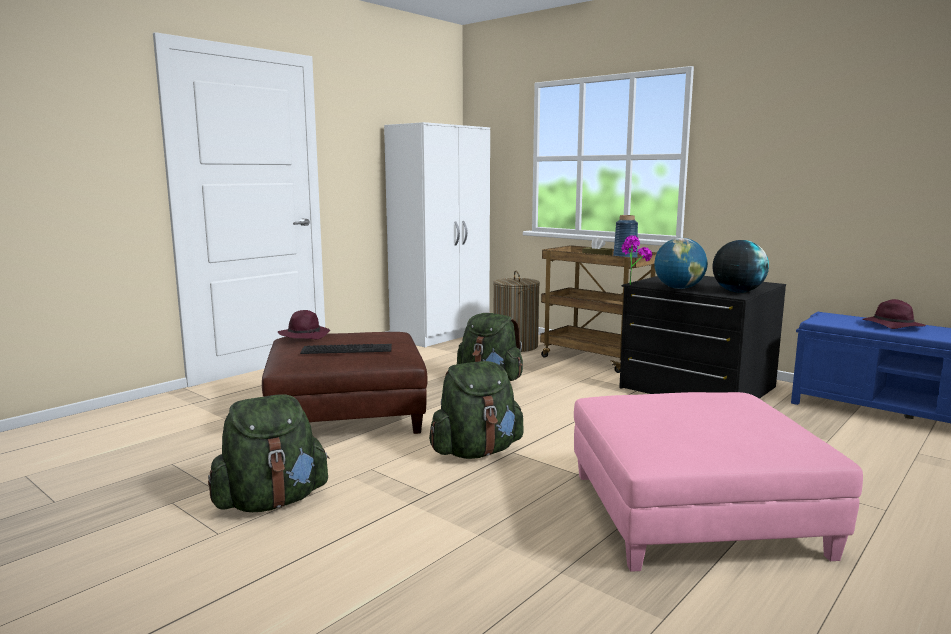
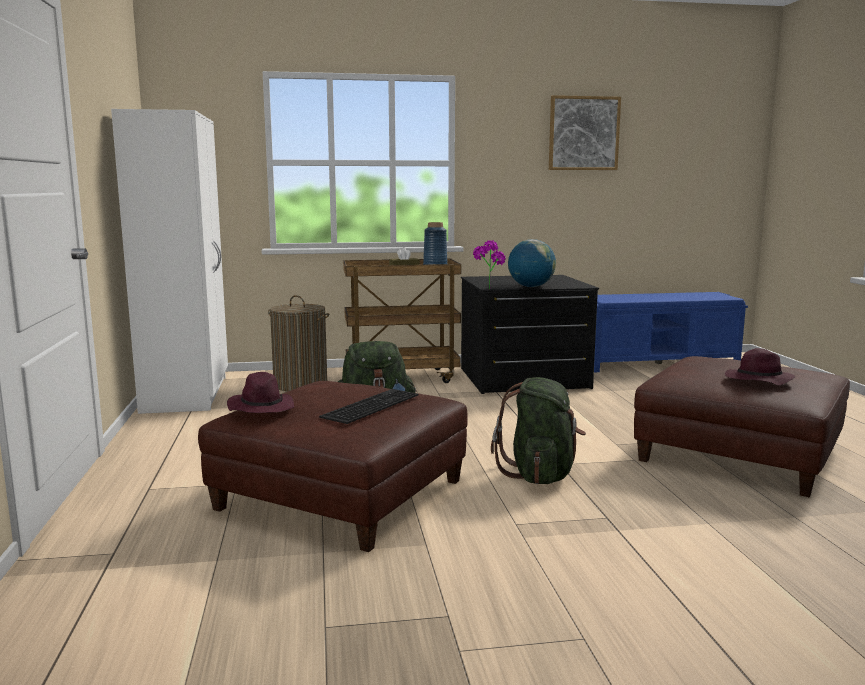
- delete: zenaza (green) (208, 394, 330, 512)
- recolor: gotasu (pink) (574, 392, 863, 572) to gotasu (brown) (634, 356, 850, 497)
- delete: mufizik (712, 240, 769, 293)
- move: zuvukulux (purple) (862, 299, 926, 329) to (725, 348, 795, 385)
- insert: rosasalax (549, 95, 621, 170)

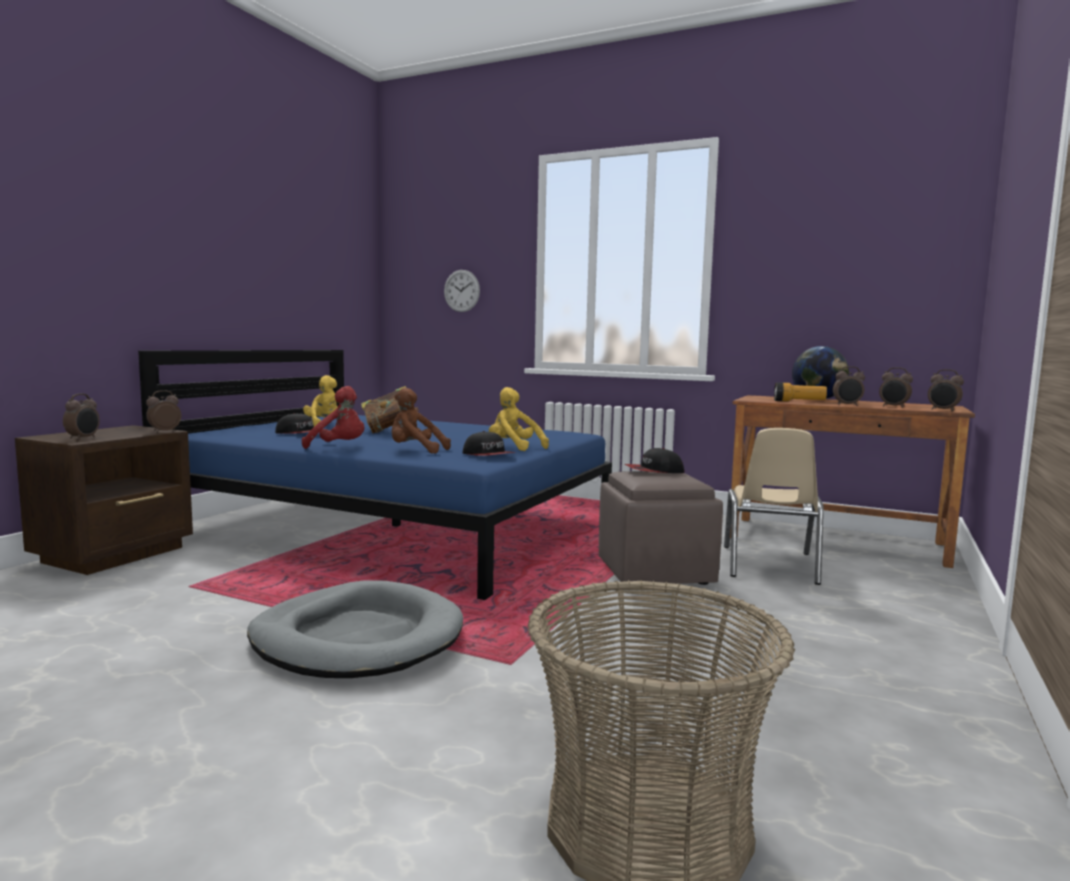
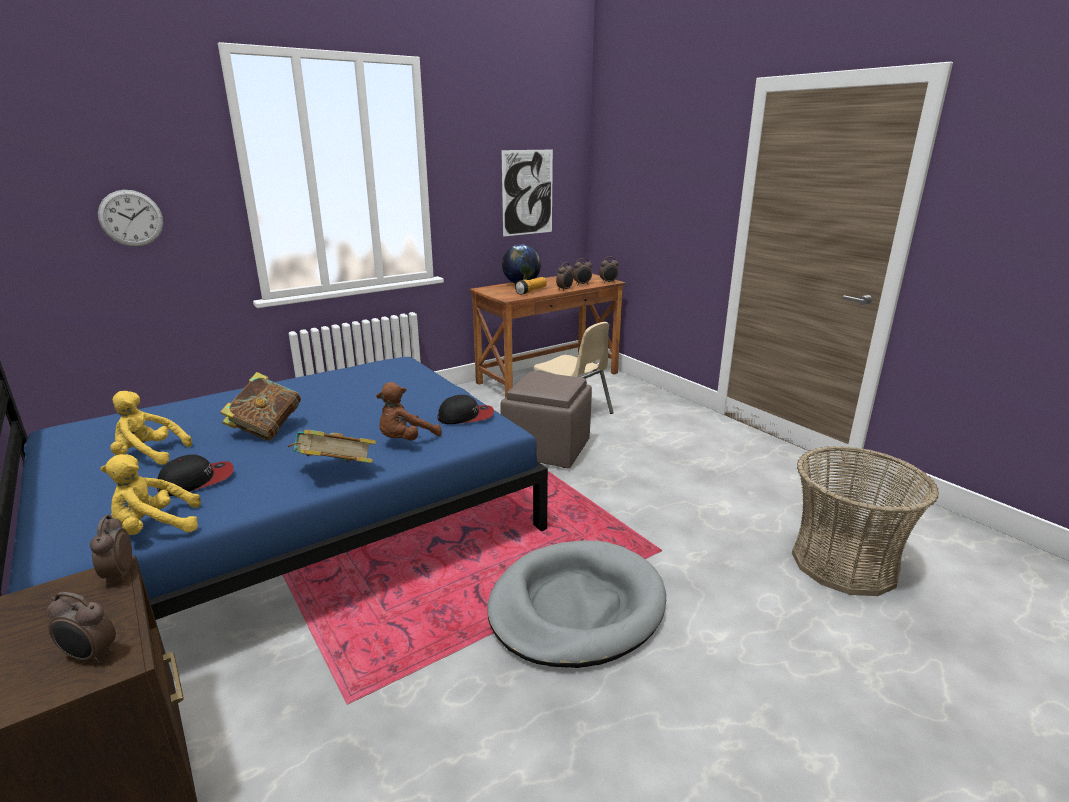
- rotate: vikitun (63, 394, 100, 440) = (47, 592, 116, 664) 150 degrees clockwise
- replace: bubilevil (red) (302, 386, 364, 449) to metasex (288, 430, 376, 463)
- move: bubilevil (yellow) (489, 387, 549, 451) to (100, 454, 201, 535)
- delete: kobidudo (625, 448, 685, 473)
- insert: rosasalax (502, 150, 553, 237)

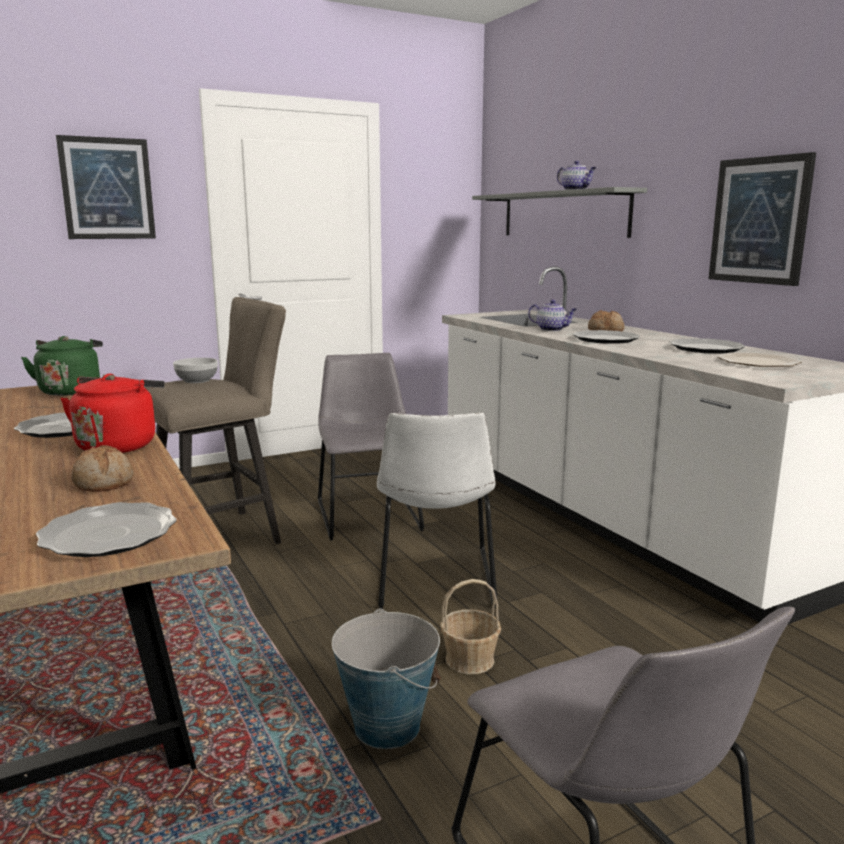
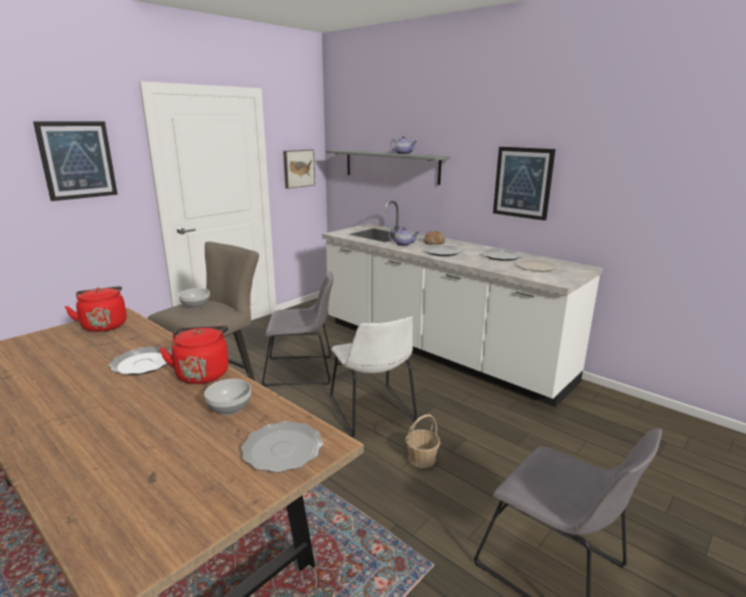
- recolor: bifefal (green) (21, 336, 103, 396) to bifefal (red) (65, 286, 127, 332)
- replace: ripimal (71, 445, 134, 492) to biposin (204, 379, 251, 415)
- rotate: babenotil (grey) (318, 353, 424, 541) = (262, 271, 333, 386) 120 degrees clockwise
- delete: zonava (332, 608, 441, 749)
- insert: rosasalax (283, 150, 315, 189)

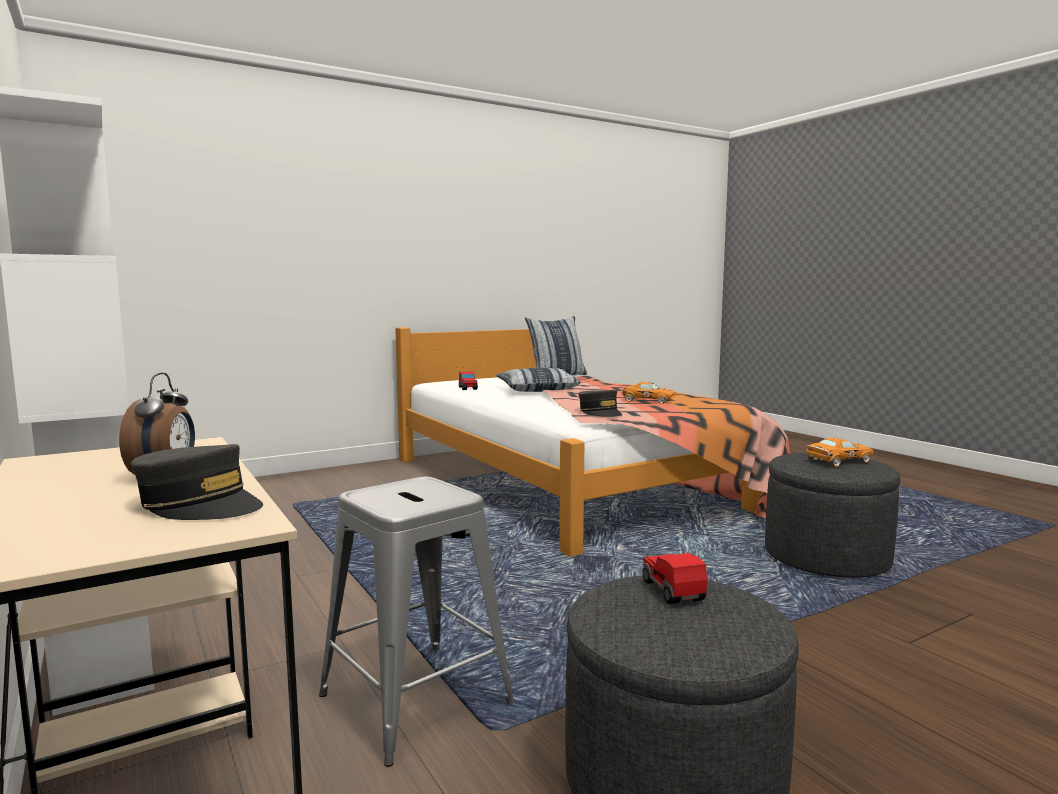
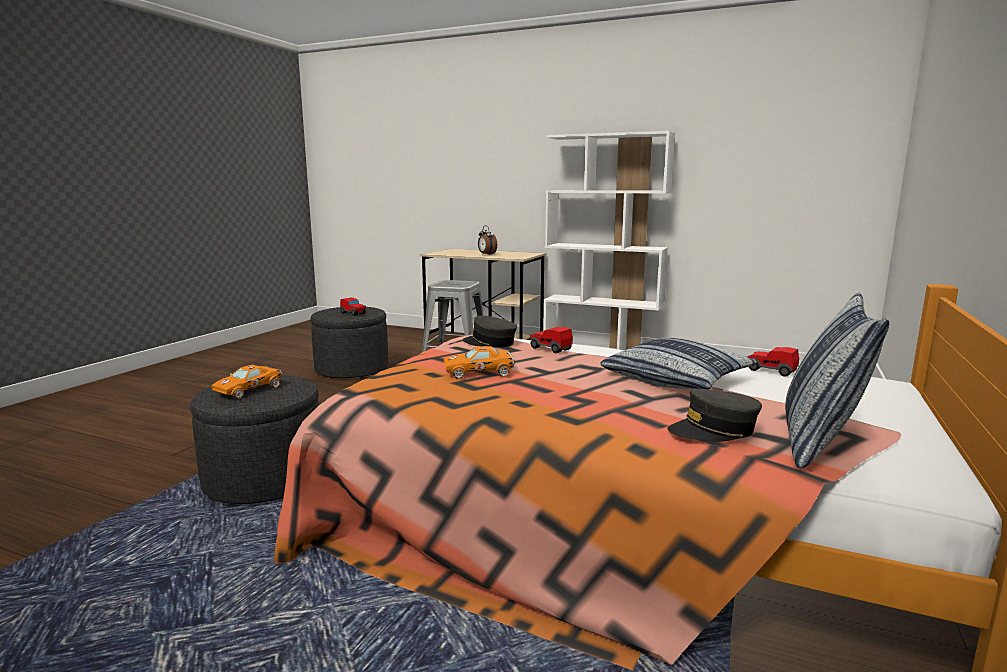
- move: kobidudo (grey) (131, 444, 263, 520) to (667, 389, 762, 442)
- insert: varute (530, 327, 573, 353)

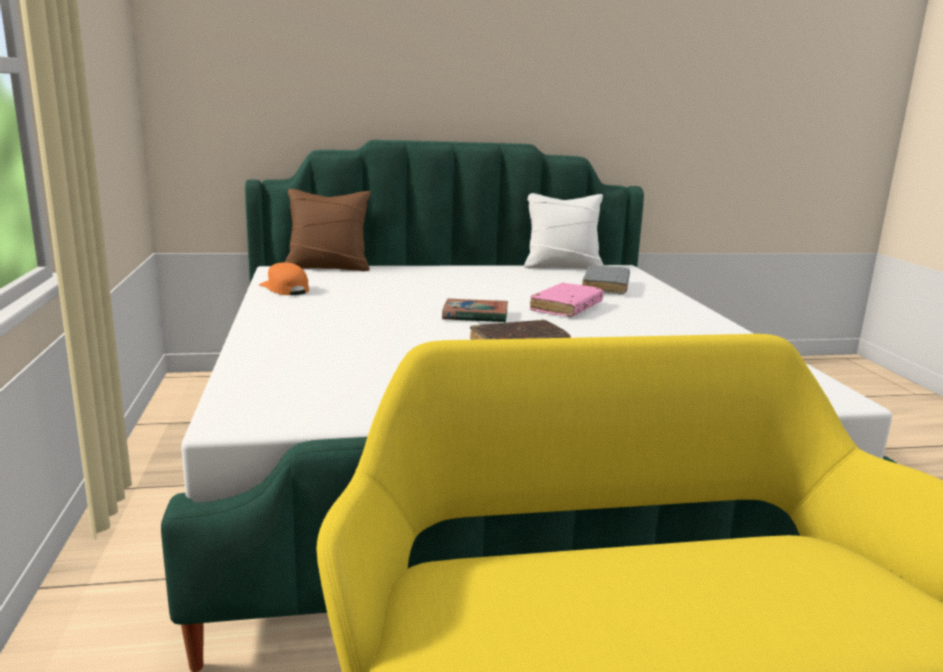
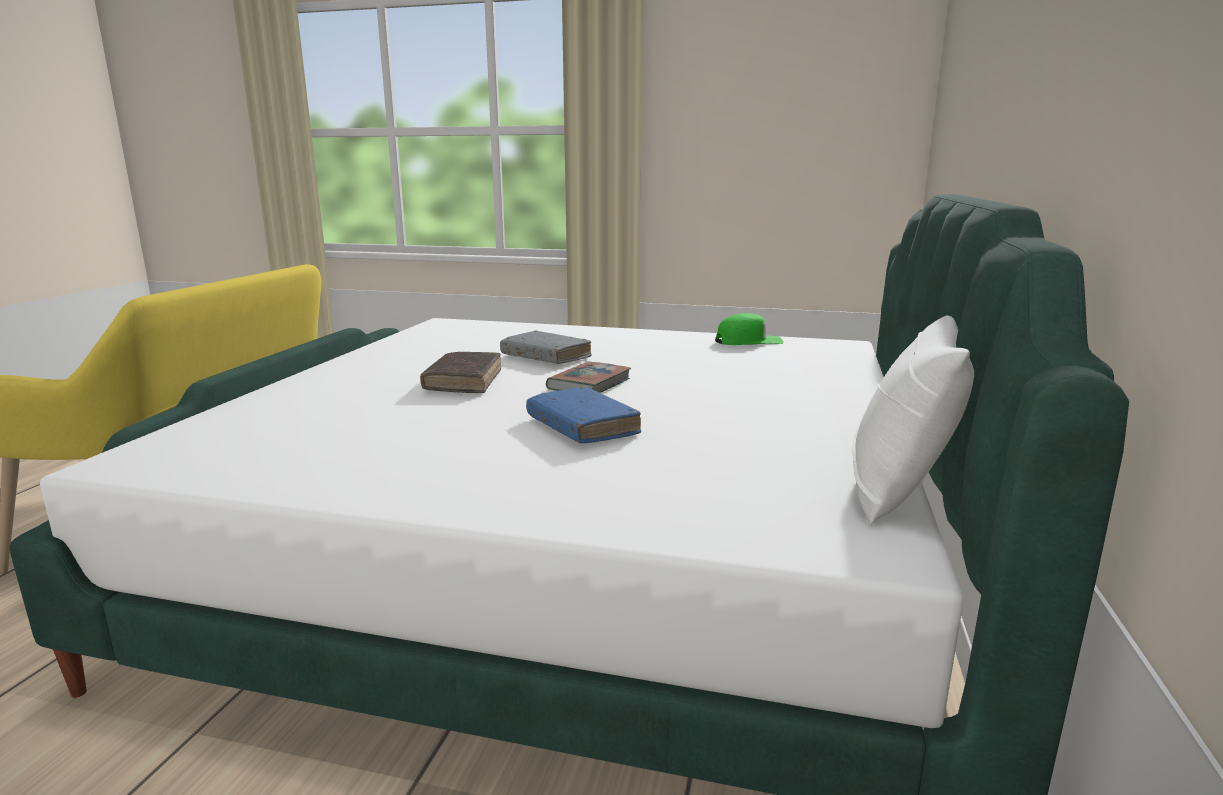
- recolor: kobidudo (orange) (259, 263, 309, 295) to kobidudo (green) (715, 313, 783, 345)
- delete: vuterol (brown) (285, 189, 371, 271)
- recolor: metasex (pink) (530, 283, 604, 317) to metasex (blue) (526, 386, 641, 443)
- move: metasex (grey) (582, 265, 630, 295) to (500, 331, 592, 364)

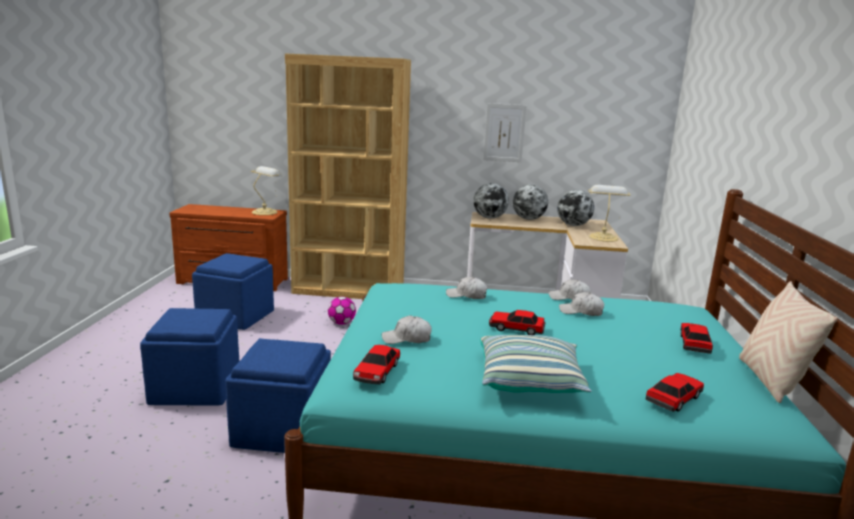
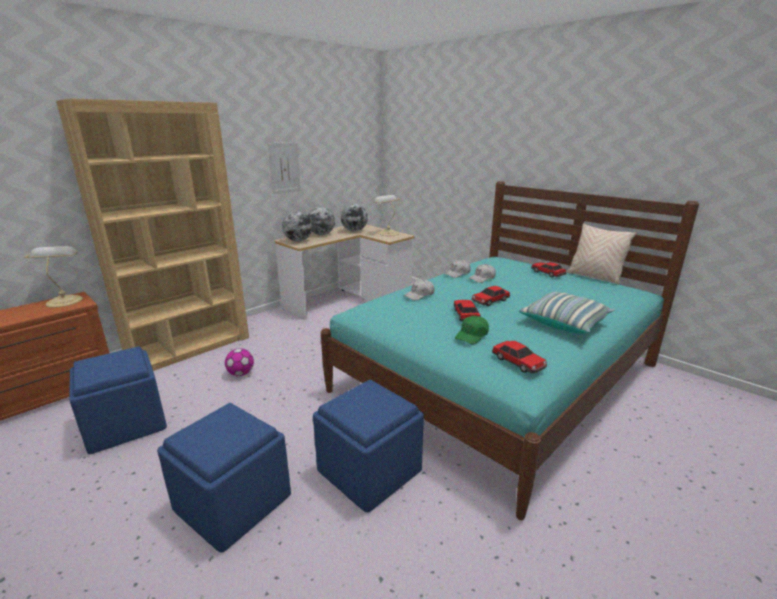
- recolor: kobidudo (white) (382, 315, 432, 344) to kobidudo (green) (455, 316, 489, 344)
- move: varute (646, 373, 704, 412) to (454, 300, 481, 322)

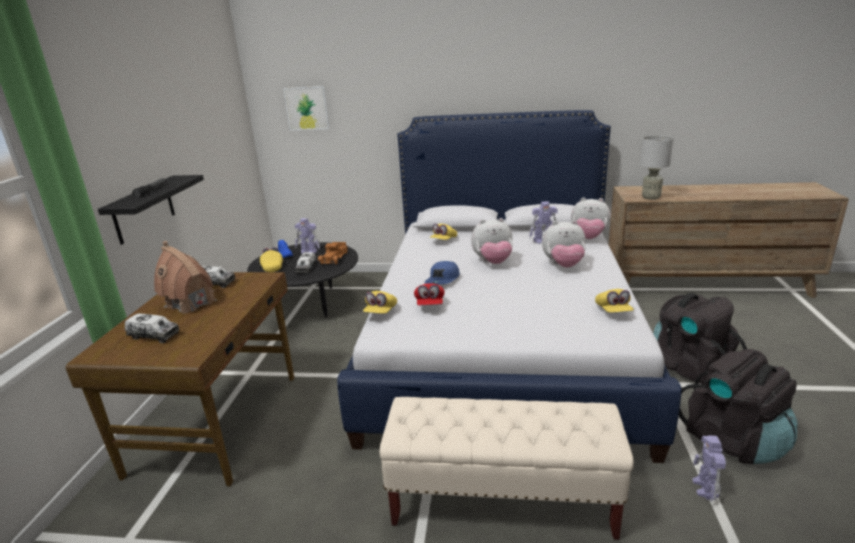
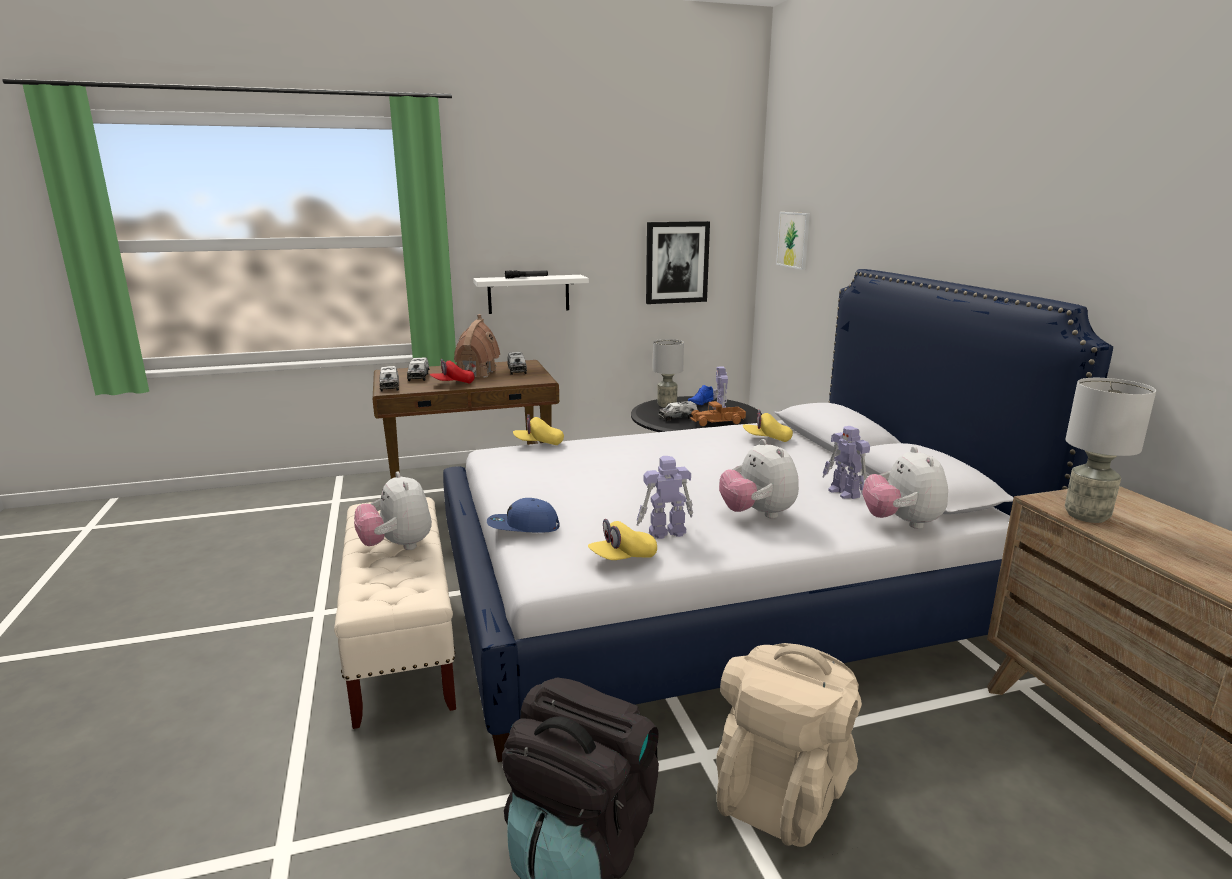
- recolor: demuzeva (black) (98, 175, 204, 245) to demuzeva (white) (473, 275, 589, 314)
- replace: kobidudo (yellow) (260, 247, 283, 272) to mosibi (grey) (653, 339, 684, 408)
- move: kobidudo (red) (414, 283, 445, 305) to (430, 359, 475, 383)
- move: kobidudo (blue) (424, 261, 460, 284) to (487, 498, 560, 533)
- move: bubilevil (471, 218, 513, 264) to (354, 471, 432, 550)
- recolor: zenaza (black) (654, 293, 747, 385) to zenaza (beige) (716, 643, 862, 847)
- move: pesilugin (692, 435, 726, 502) to (637, 456, 693, 539)
- insert: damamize (380, 366, 399, 392)
- insert: rosasalax (646, 221, 710, 304)

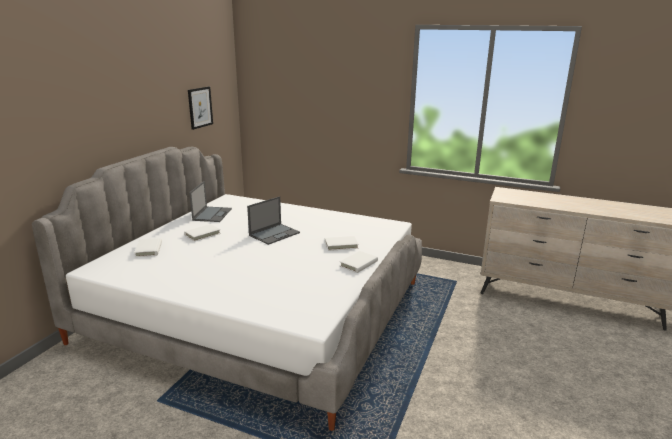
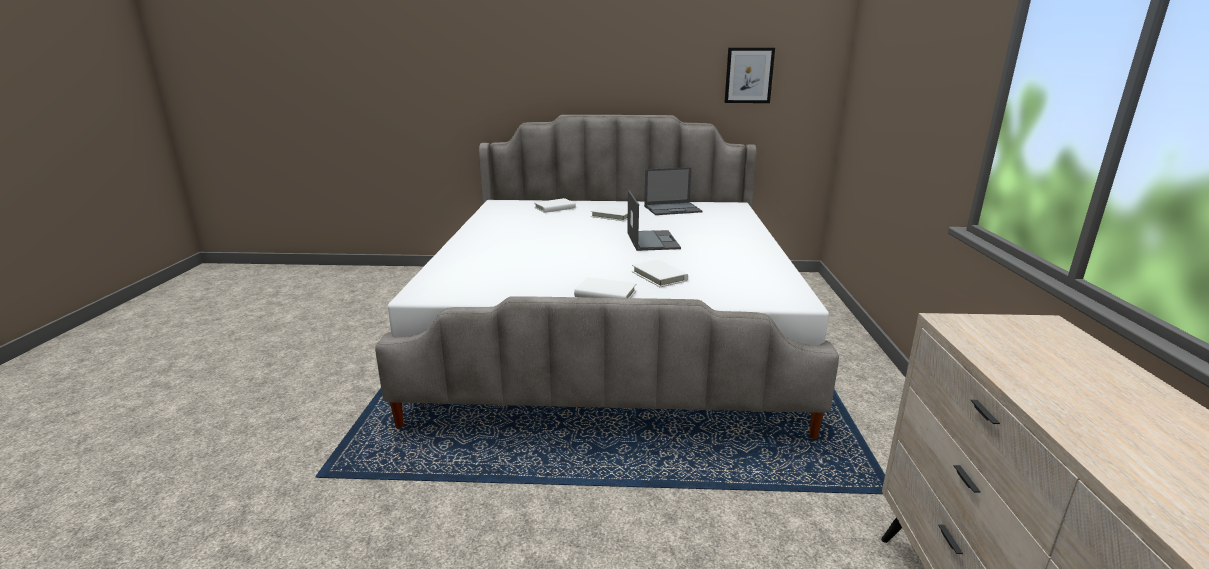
- rotate: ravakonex (247, 196, 300, 245) = (627, 190, 681, 251) 120 degrees counterclockwise

